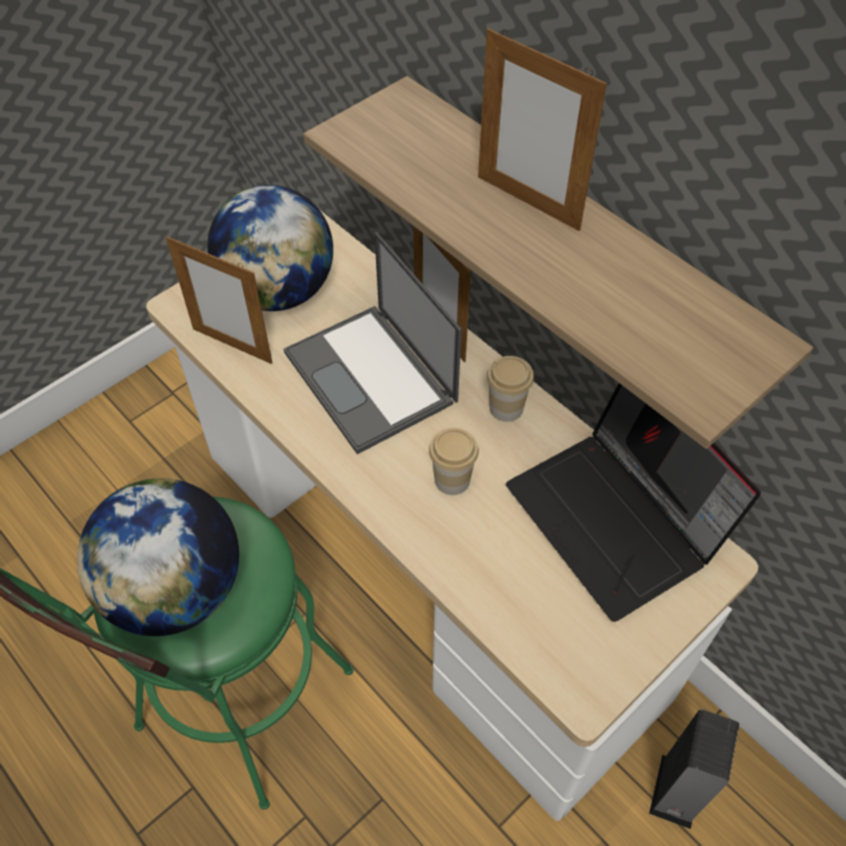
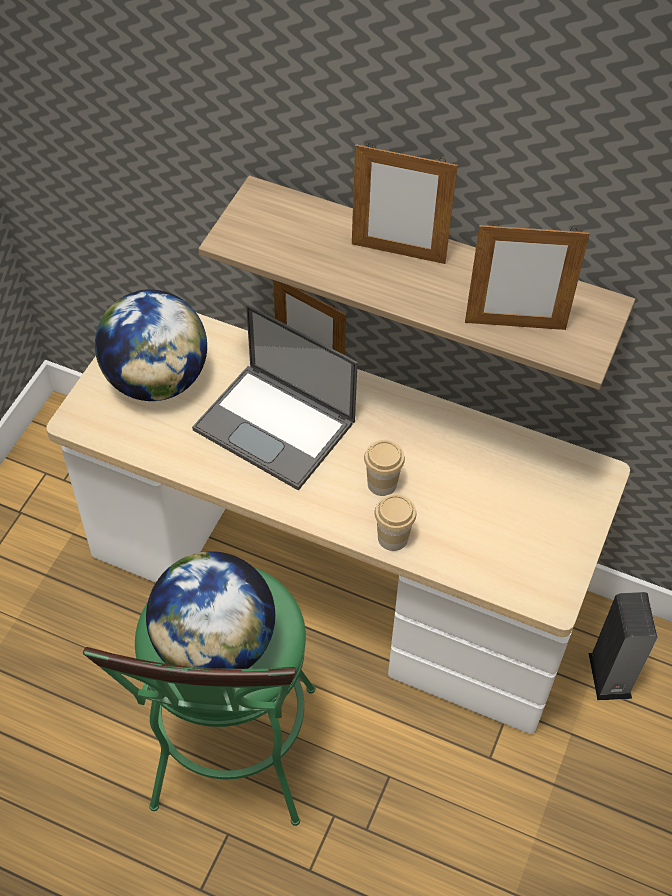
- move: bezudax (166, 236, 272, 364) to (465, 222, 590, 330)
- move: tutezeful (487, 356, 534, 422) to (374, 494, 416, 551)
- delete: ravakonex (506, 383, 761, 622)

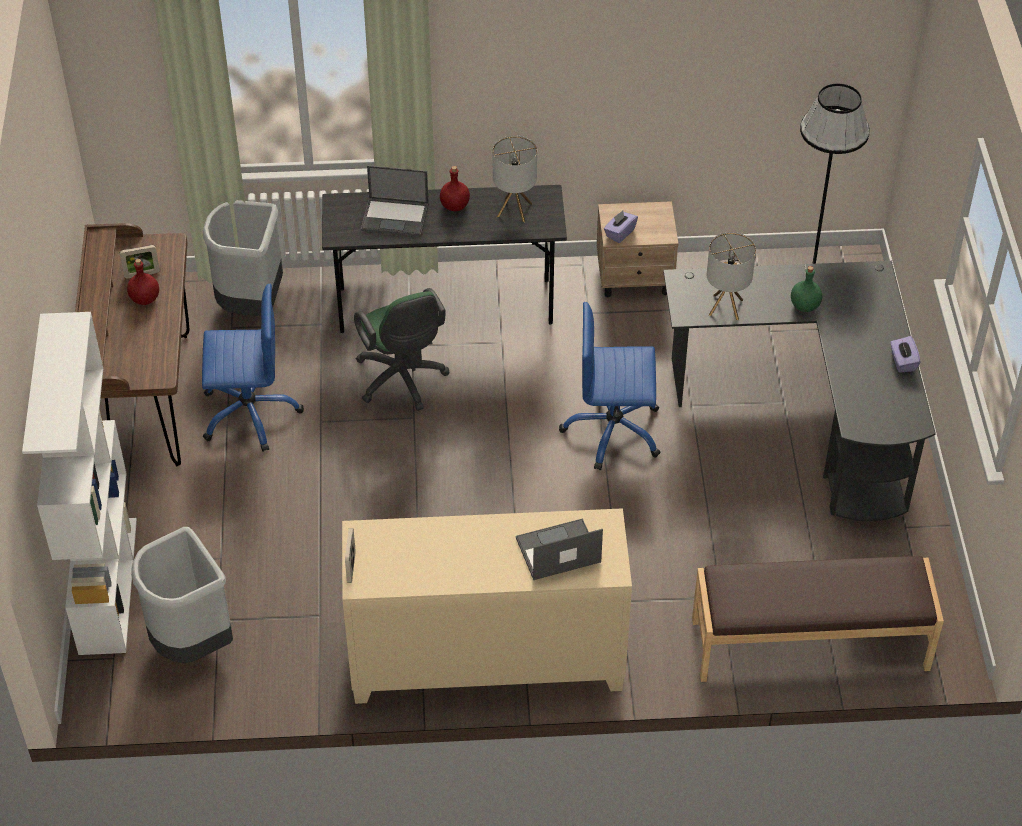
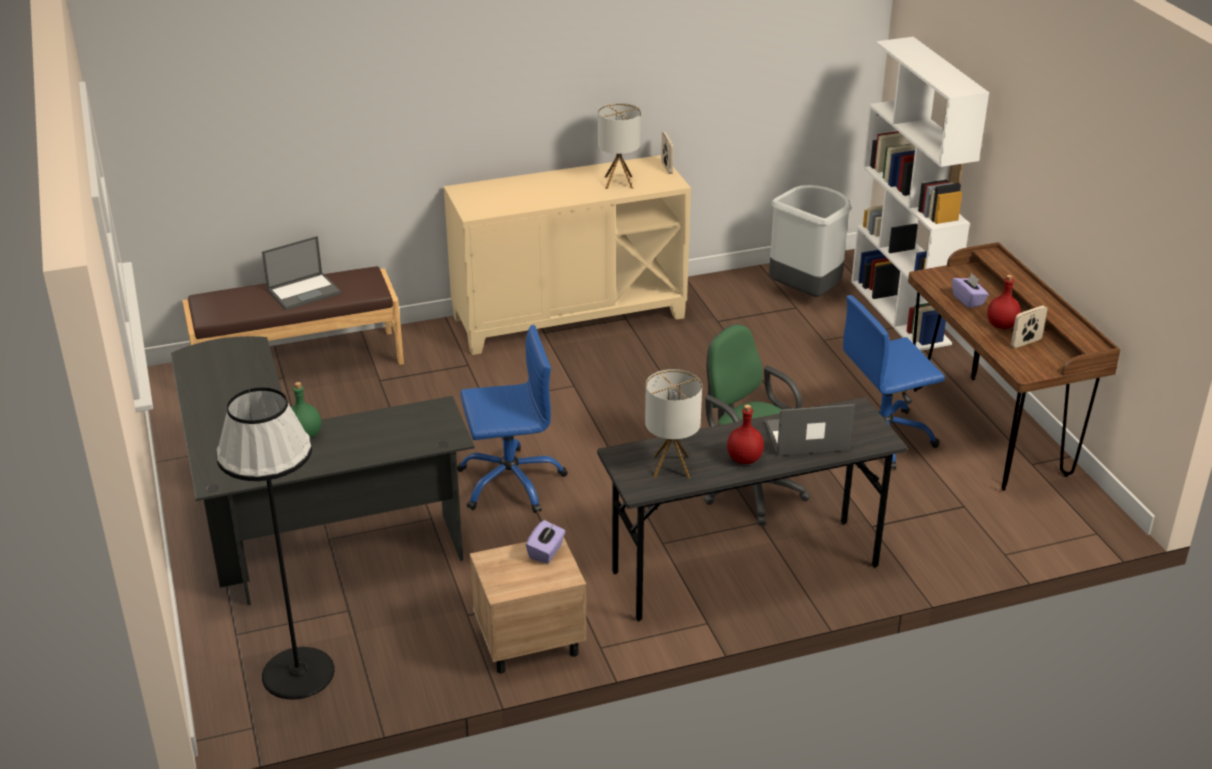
- delete: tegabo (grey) (203, 200, 283, 316)
- move: ravakonex (516, 518, 603, 580) to (262, 236, 341, 310)
- move: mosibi (707, 232, 756, 320) to (598, 103, 641, 189)
- move: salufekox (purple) (890, 336, 920, 373) to (952, 273, 989, 308)

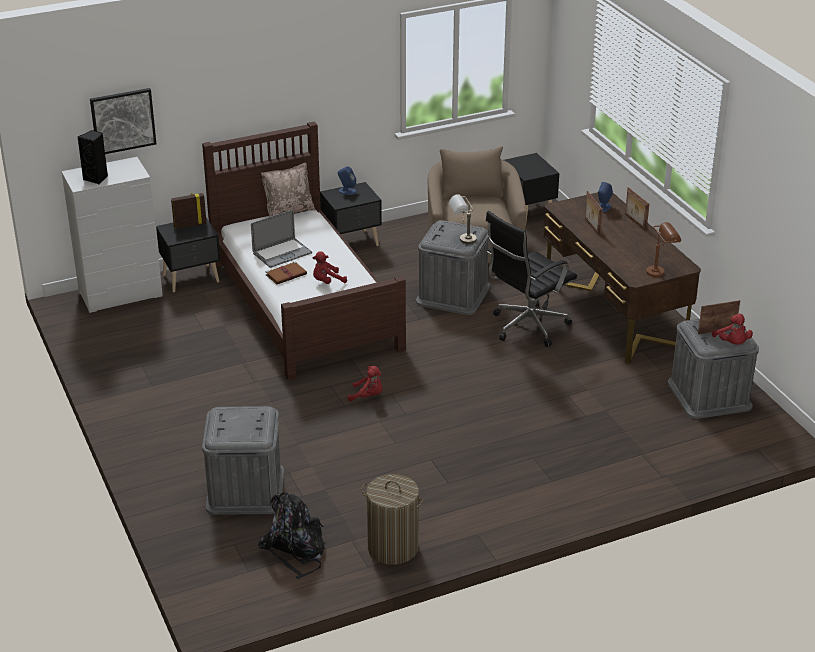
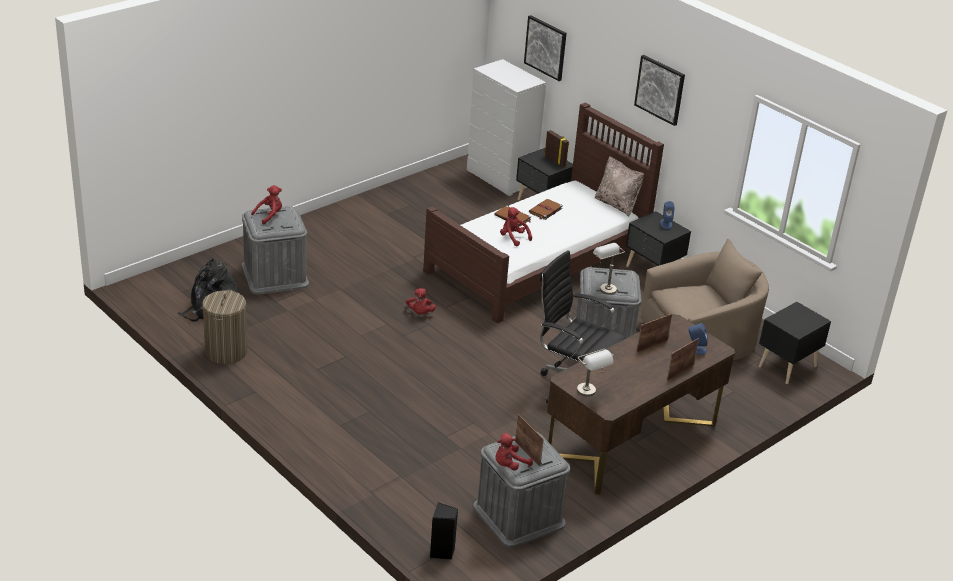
- move: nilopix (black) (78, 130, 108, 184) to (430, 502, 458, 560)
- replace: ravakonex (251, 209, 312, 268) to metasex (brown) (529, 199, 563, 220)
- recolor: mosibi (brown) (646, 222, 681, 277) to mosibi (grey) (577, 349, 614, 397)
- insert: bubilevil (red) (251, 185, 282, 225)
- insert: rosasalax (634, 55, 685, 126)

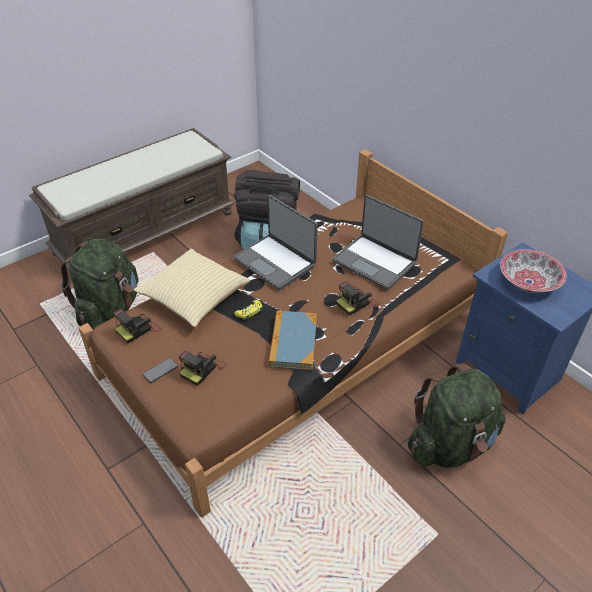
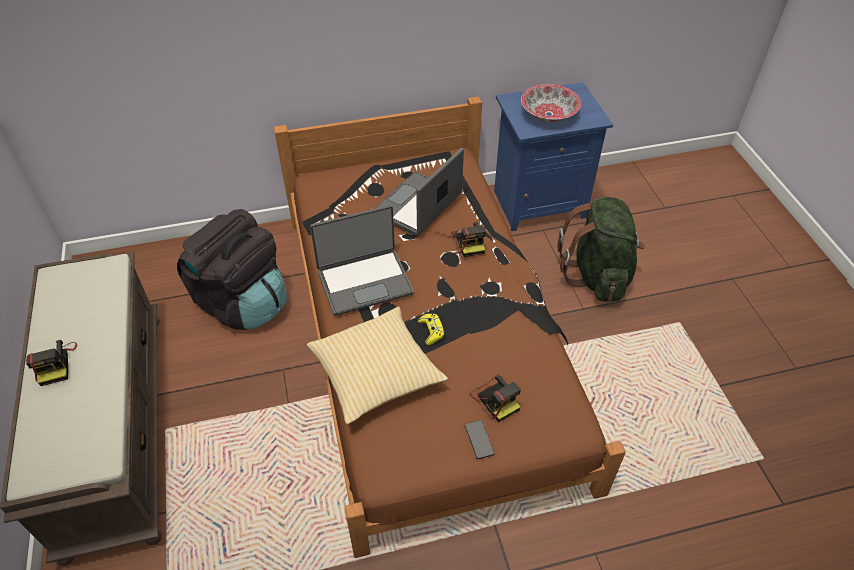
- delete: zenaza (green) (61, 239, 138, 330)
- move: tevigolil (113, 309, 162, 343) to (26, 340, 77, 386)
- delete: metasex (268, 311, 317, 370)
- rotate: ravakonex (332, 195, 424, 290) = (374, 148, 464, 236) 150 degrees clockwise

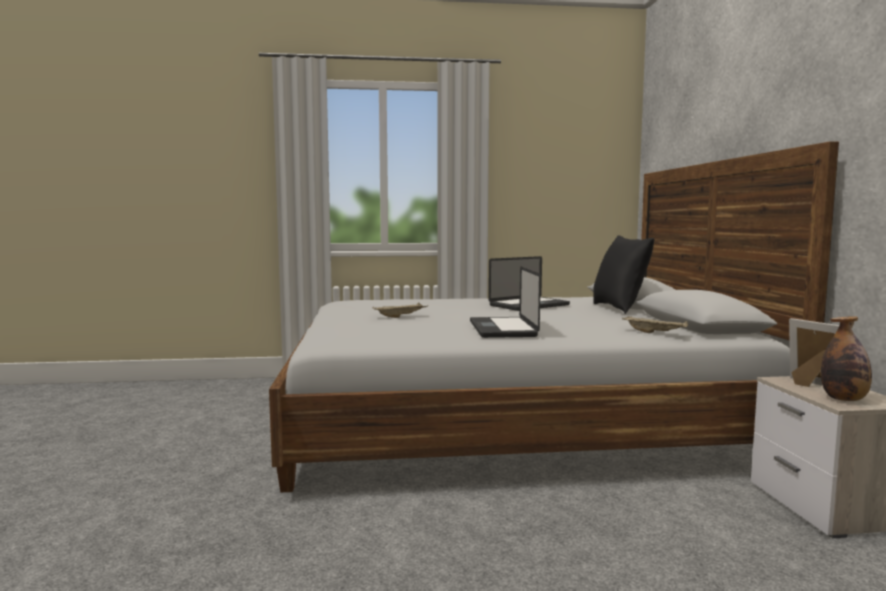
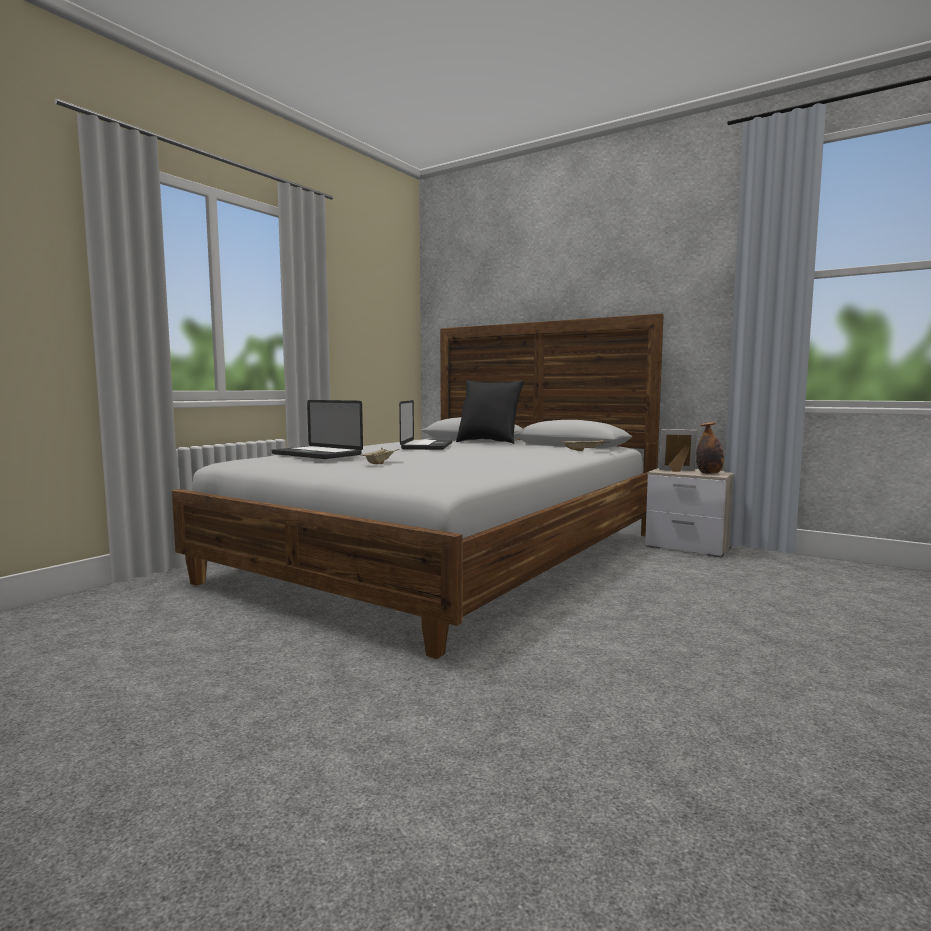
- move: ravakonex (470, 267, 541, 338) to (272, 400, 363, 459)

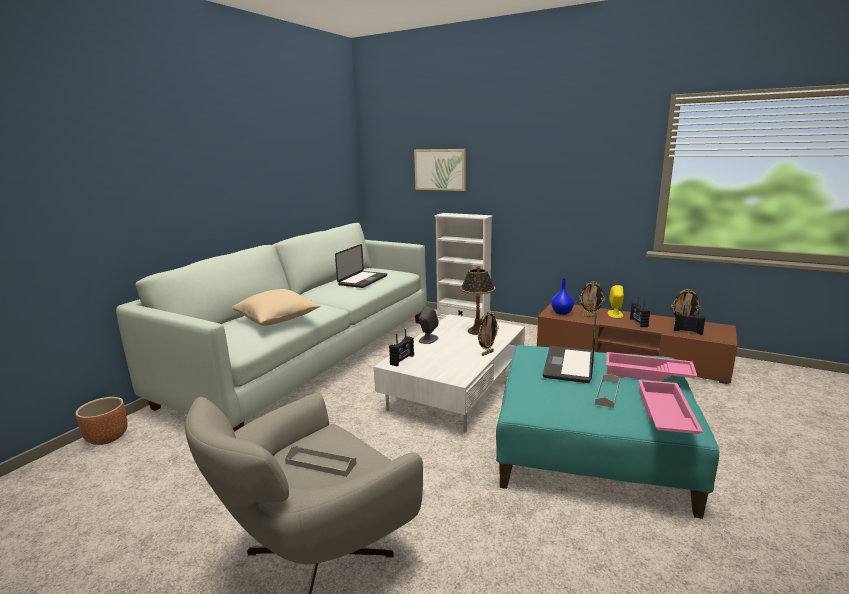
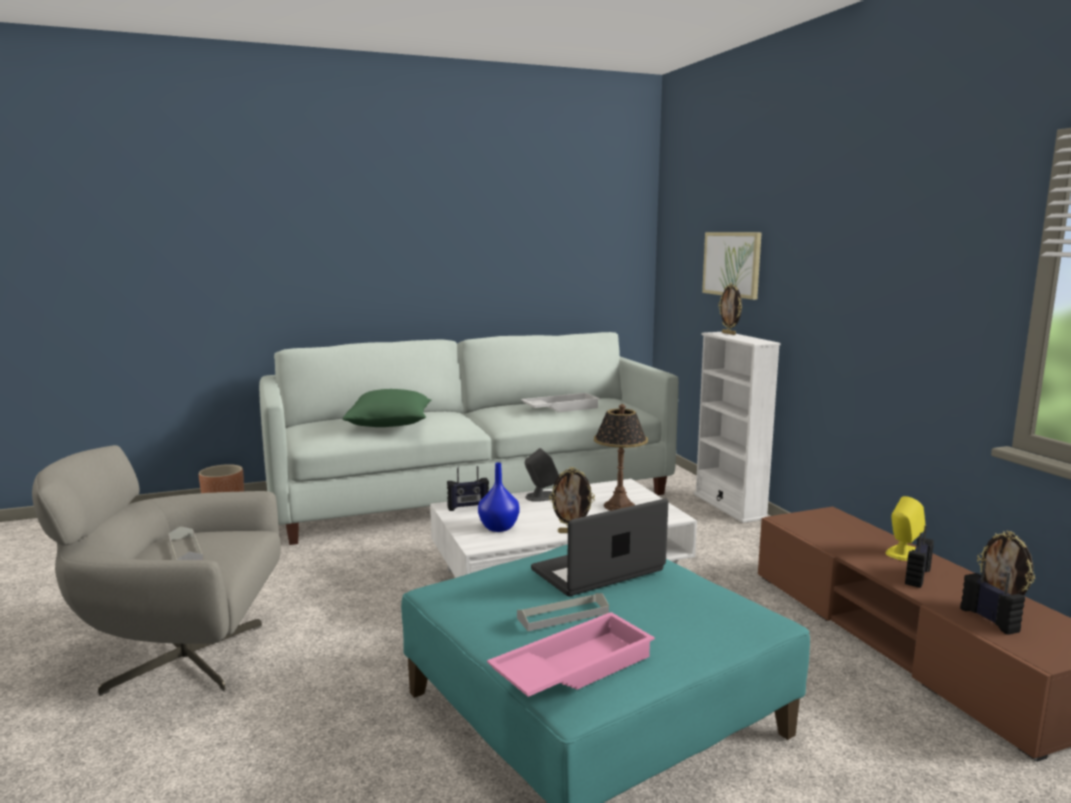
- recolor: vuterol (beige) (232, 289, 321, 326) to vuterol (green) (343, 389, 431, 427)
- replace: ravakonex (335, 244, 387, 288) to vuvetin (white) (521, 393, 600, 412)
- move: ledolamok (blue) (551, 278, 574, 315) to (478, 462, 519, 532)
- move: bezudax (579, 281, 605, 318) to (718, 283, 742, 335)
- delete: vuvetin (pink) (606, 352, 697, 381)

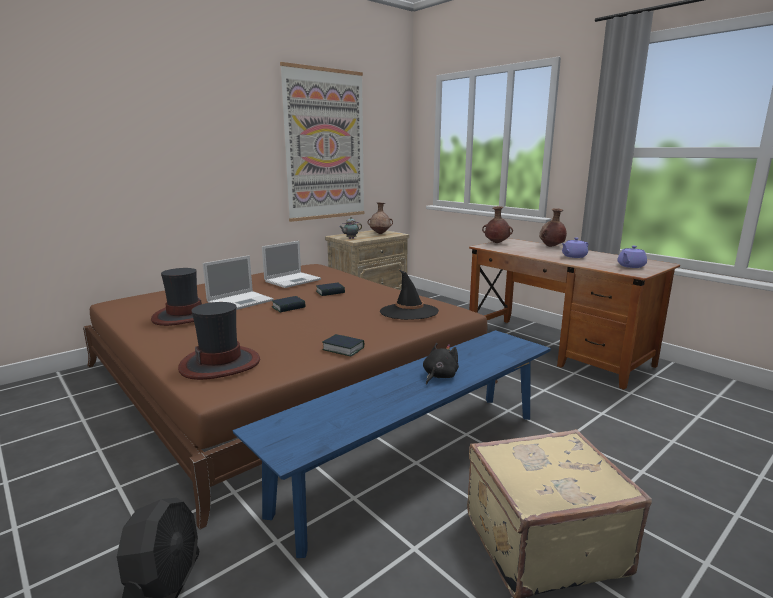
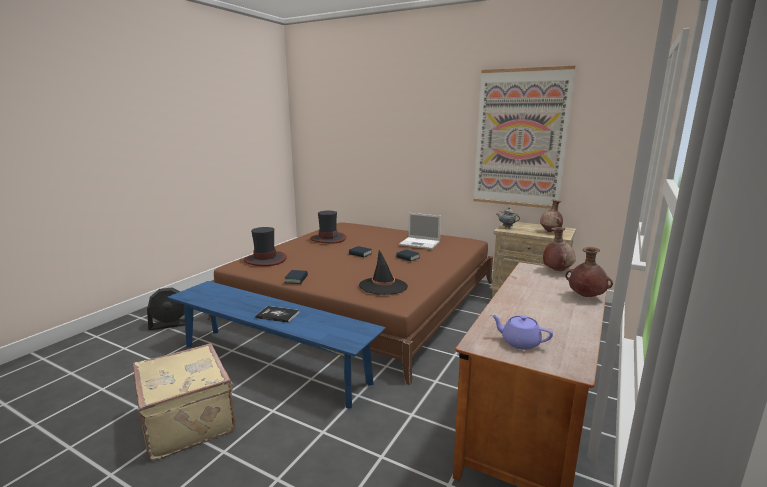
- delete: ravakonex (203, 255, 273, 310)
- replace: bubilevil (black) (423, 343, 459, 385) to metasex (255, 306, 299, 323)
- delete: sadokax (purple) (561, 237, 588, 258)

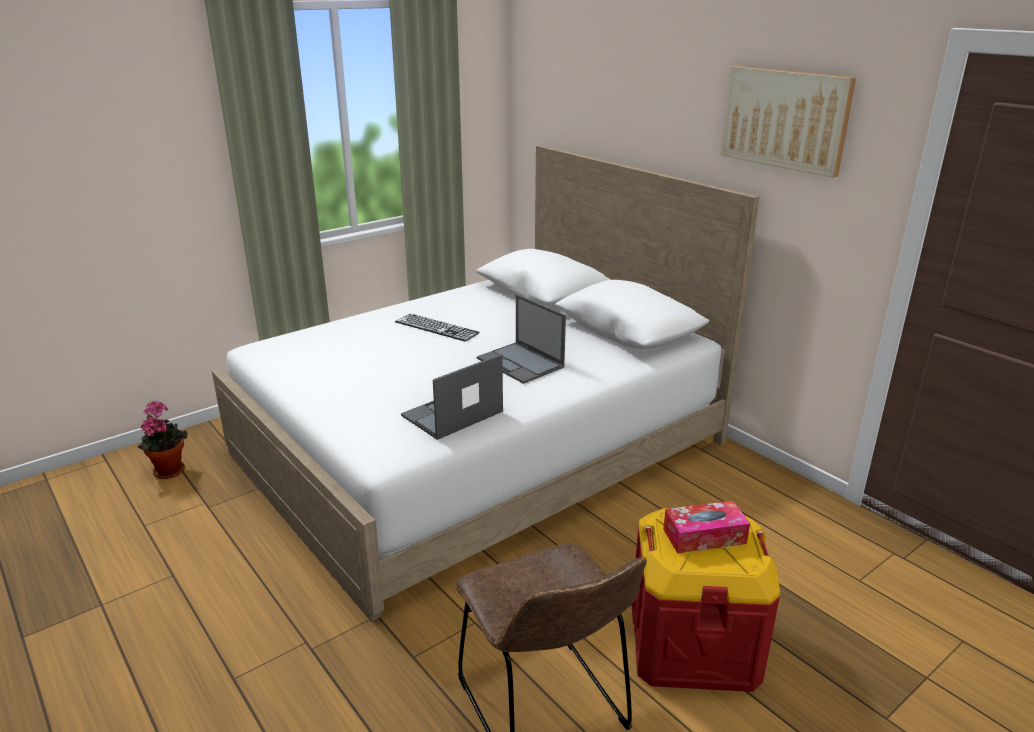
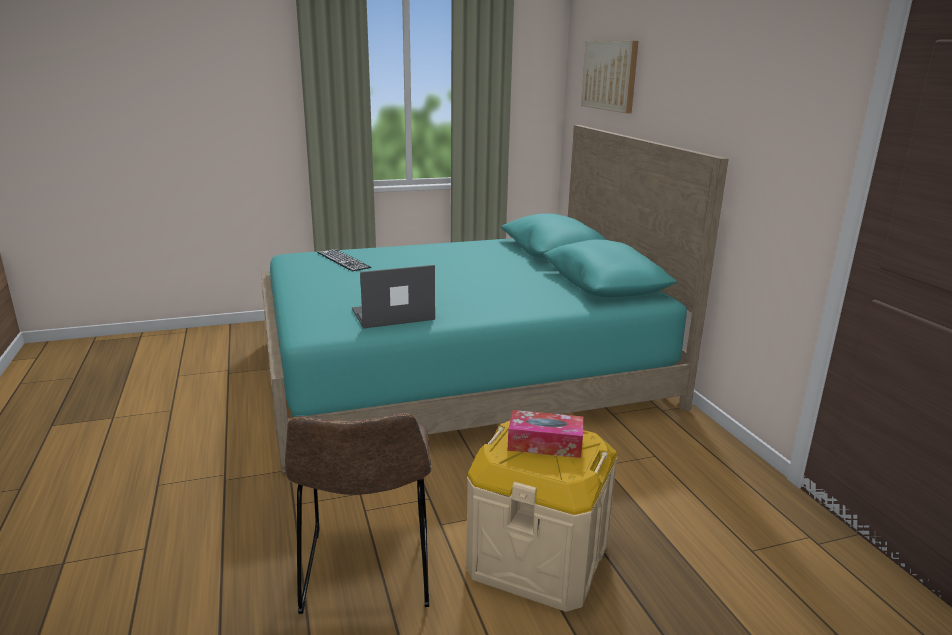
- delete: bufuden (137, 401, 188, 479)
- recolor: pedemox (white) (212, 145, 760, 622) to pedemox (turquoise) (261, 125, 728, 473)
- move: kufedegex (395, 314, 480, 341) to (317, 249, 371, 271)
- delete: ravakonex (477, 294, 566, 384)
- recolor: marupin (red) (632, 508, 780, 692) to marupin (beige) (466, 421, 617, 612)
- move: rosasalax (721, 66, 856, 178) to (581, 41, 638, 113)

